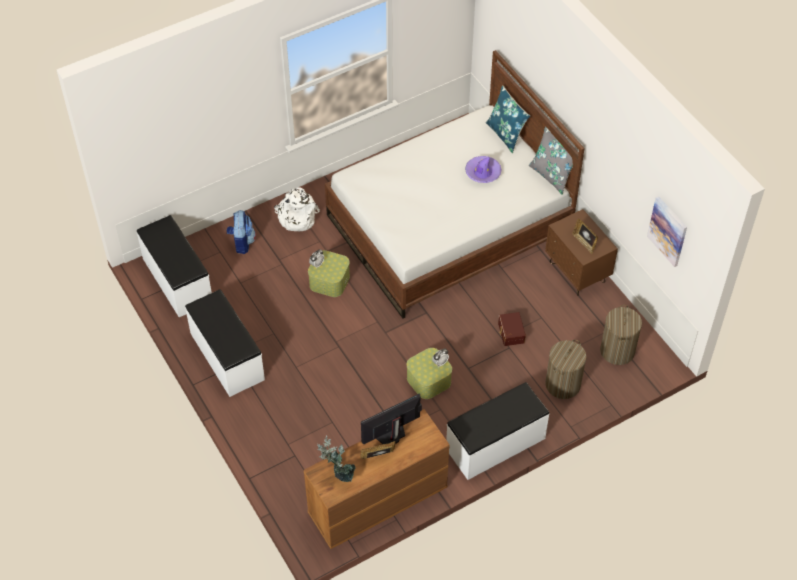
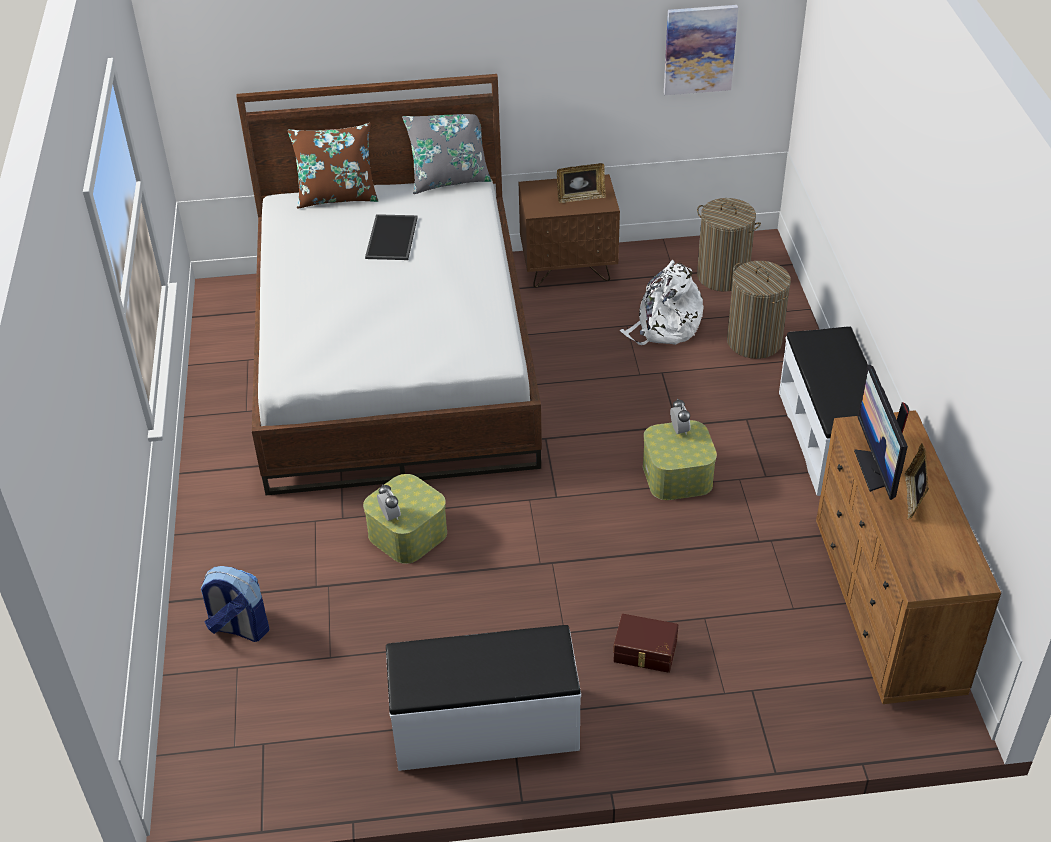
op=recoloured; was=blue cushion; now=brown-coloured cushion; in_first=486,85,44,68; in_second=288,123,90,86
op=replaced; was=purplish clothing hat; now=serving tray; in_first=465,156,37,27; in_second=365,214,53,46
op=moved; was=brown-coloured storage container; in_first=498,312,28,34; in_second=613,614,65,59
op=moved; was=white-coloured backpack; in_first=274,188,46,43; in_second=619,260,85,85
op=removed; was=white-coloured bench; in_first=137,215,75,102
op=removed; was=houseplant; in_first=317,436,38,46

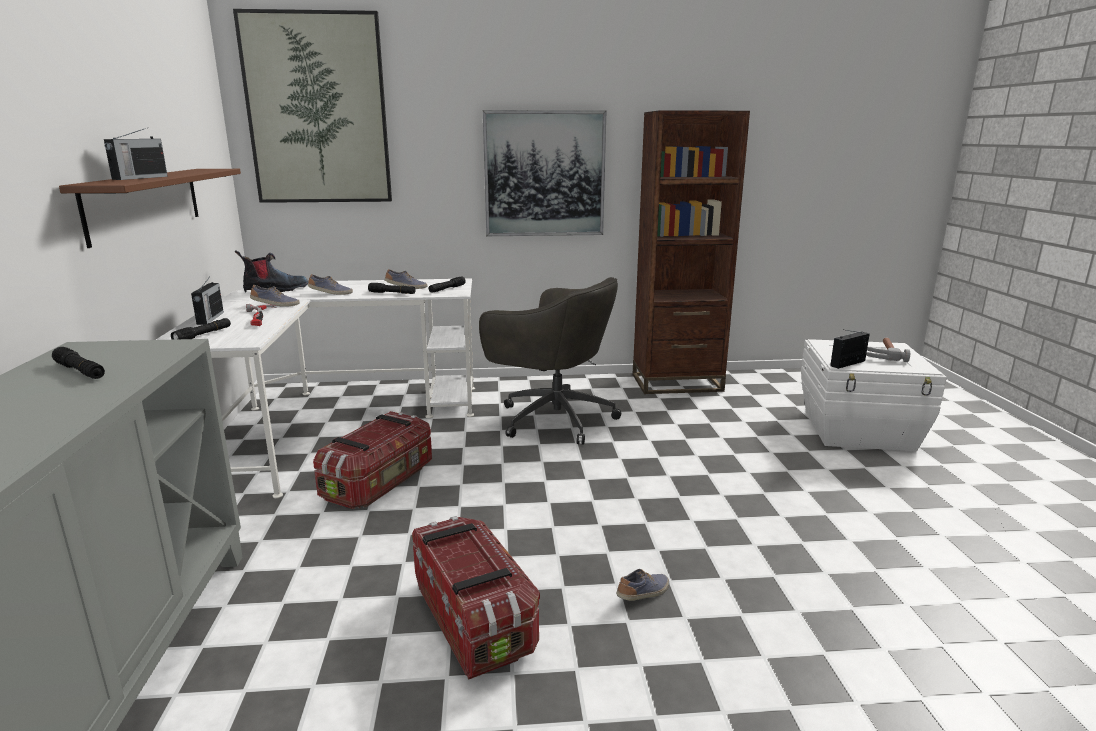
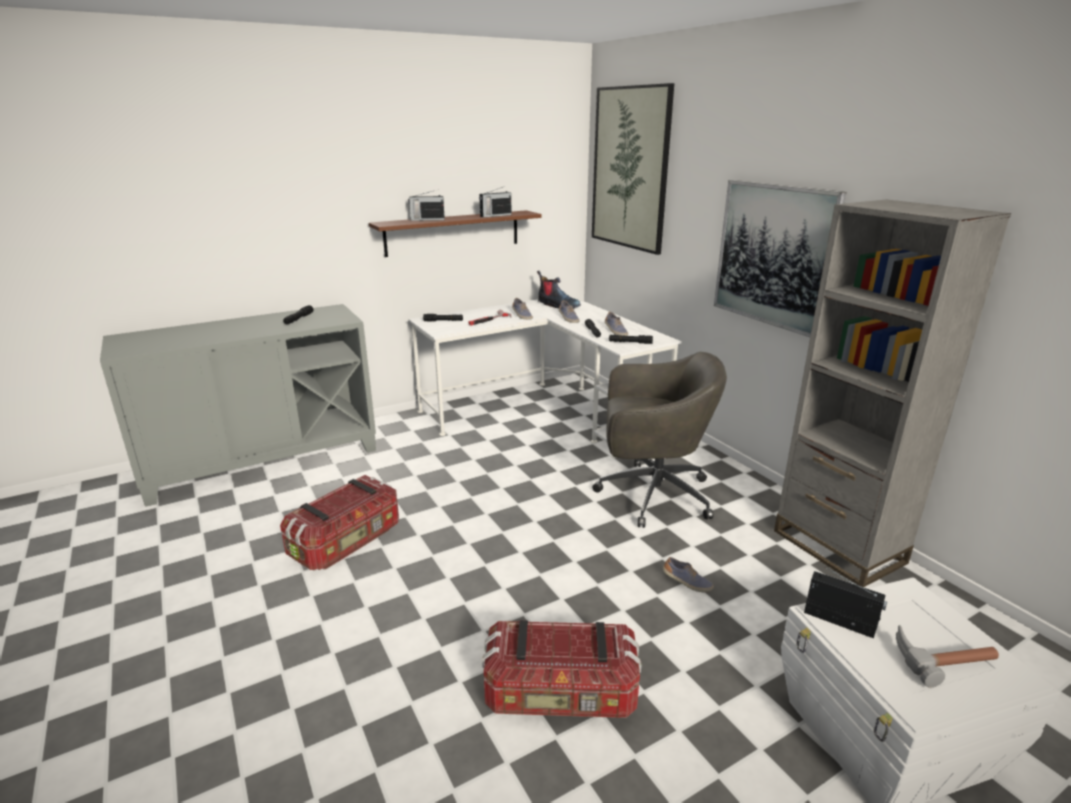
op=moved; was=radio set; in_first=191,275,33,50; in_second=479,186,33,31
op=moved; was=storage container; in_first=313,411,119,98; in_second=482,620,159,98
op=turned; was=greyish computer chair; in_first=479,277,142,168; in_second=592,352,135,176; clockwise=-90
op=moved; was=low shoe; in_first=616,569,53,32; in_second=663,557,51,35
op=recoloured; was=brown-coloured bookshelf; now=greyish bookshelf; in_first=632,110,118,284; in_second=774,199,237,388

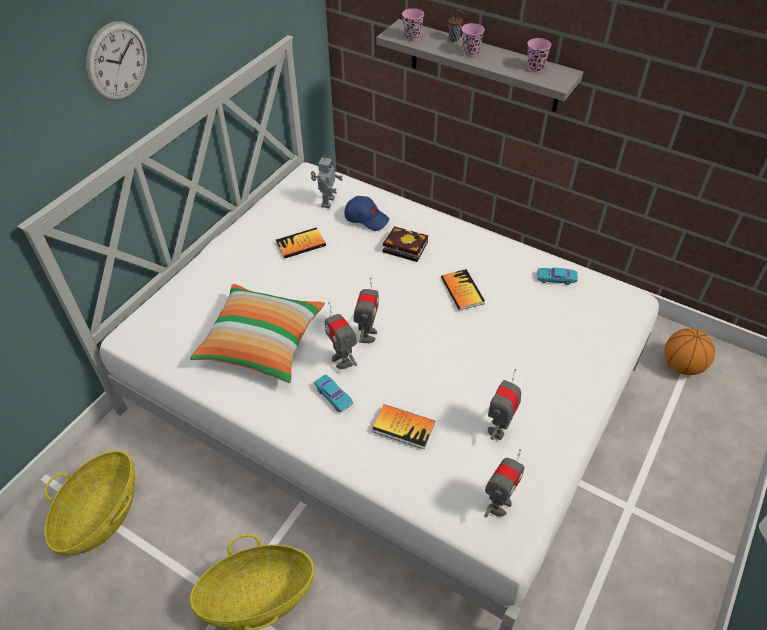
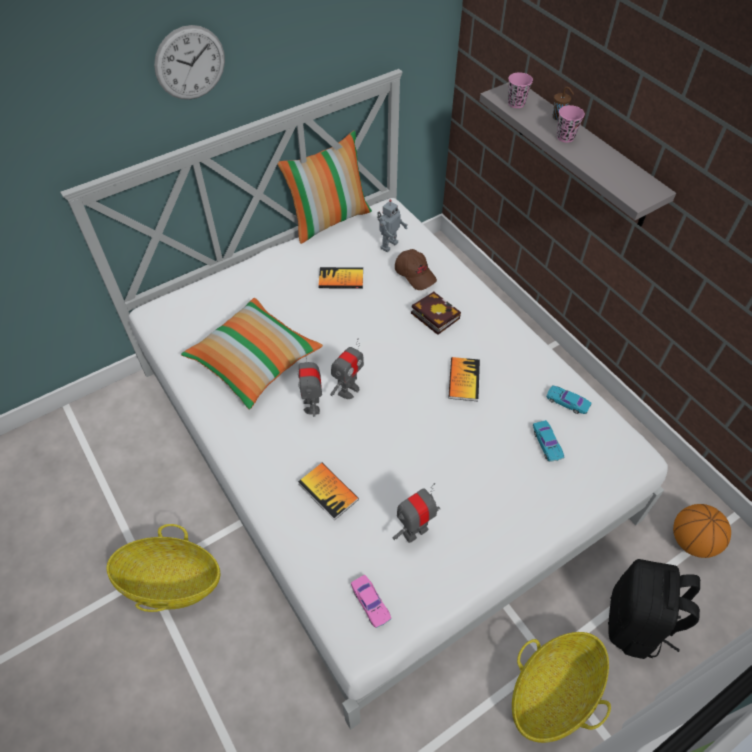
op=added; now=cushion; in_second=278,131,94,113
op=replaced; was=robot figure; now=pink toy car; in_first=484,449,40,69; in_second=351,575,40,53
op=recoloured; was=blue baseball cap; now=brown-coloured baseball cap; in_first=344,196,45,35; in_second=395,249,42,41
op=moved; was=household basket; in_first=44,450,91,105; in_second=512,632,99,111
op=moved; was=blue-green toy car; in_first=314,375,40,37; in_second=533,420,31,42
op=added; now=blackish backpack; in_second=608,559,92,100
op=removed; was=pink drinking cup; in_first=527,38,25,34

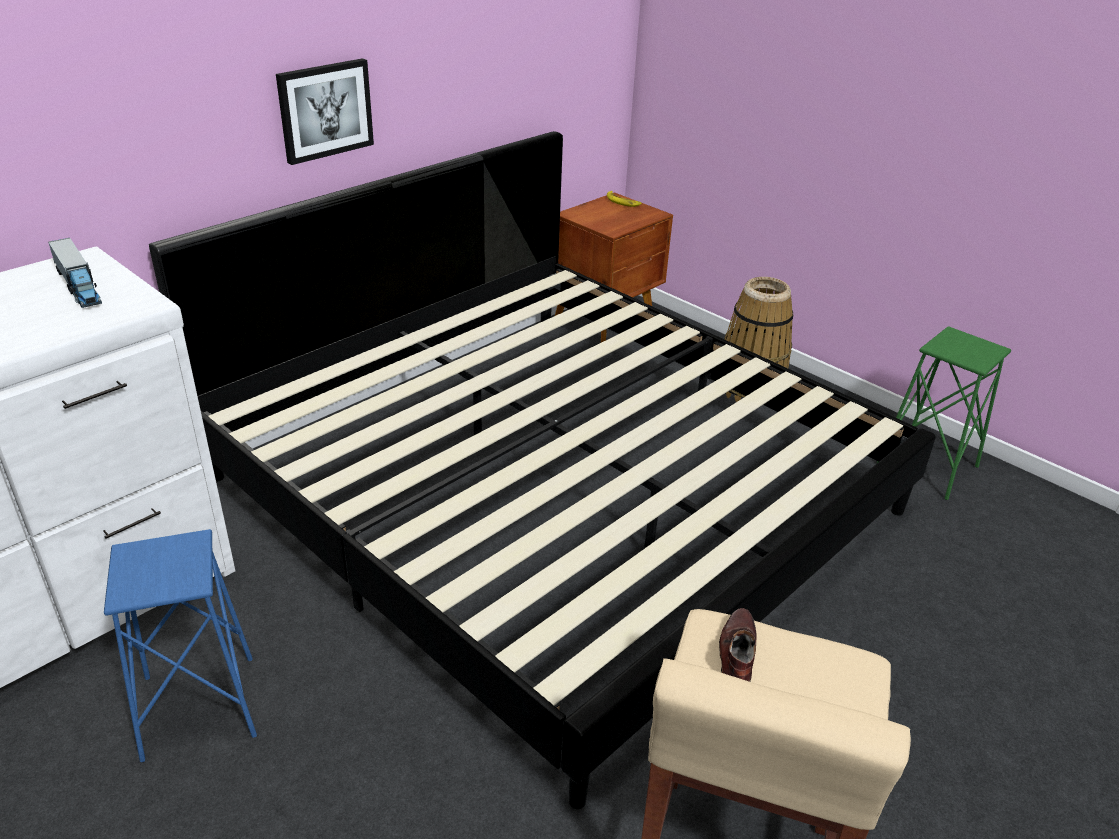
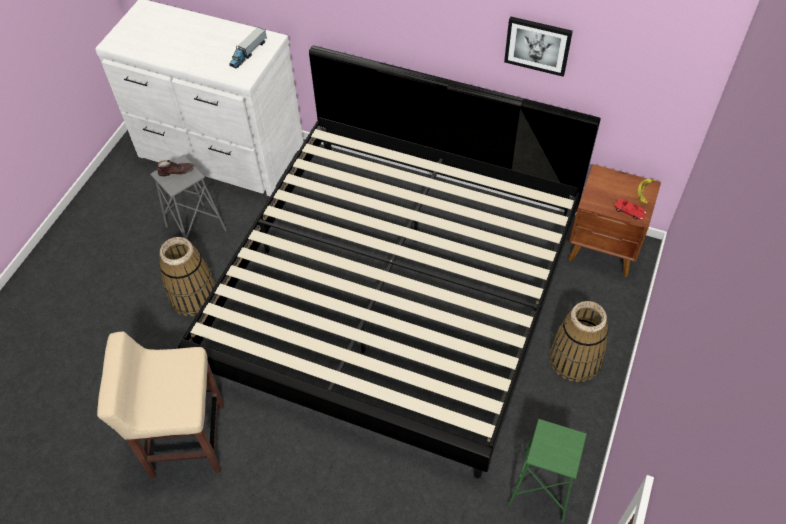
op=recoloured; was=blue stool; now=greyish stool; in_first=104,529,153,233; in_second=150,155,77,84
op=moved; was=brown-coloured low shoe; in_first=719,608,38,74; in_second=157,160,37,16
op=added; now=household basket; in_second=159,237,57,79
op=moved; was=wall art; in_first=276,58,98,107; in_second=504,16,69,61
op=added; now=red toy car; in_second=615,198,31,22

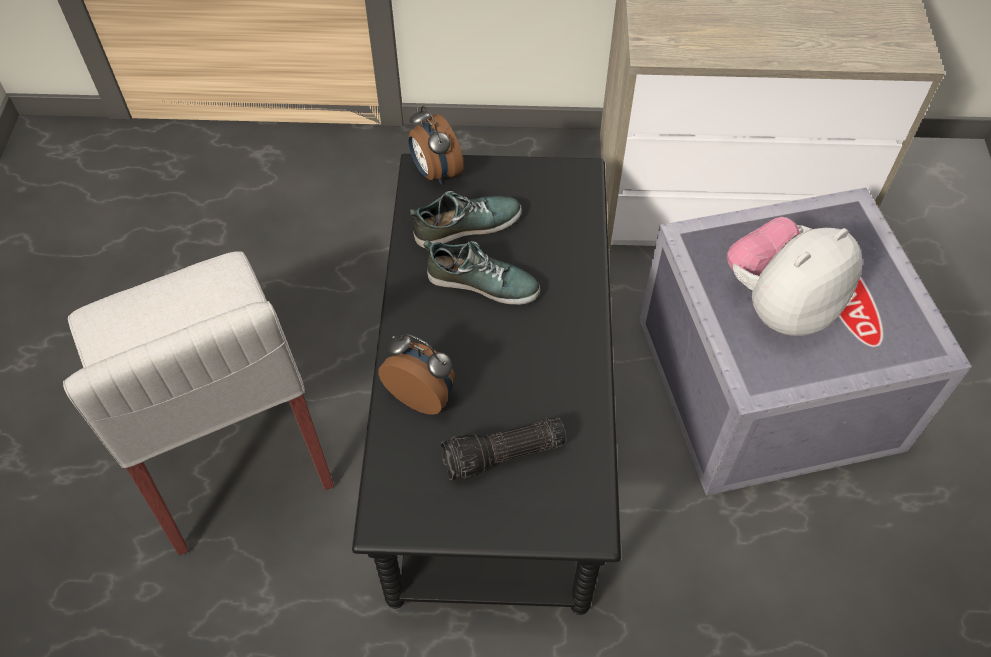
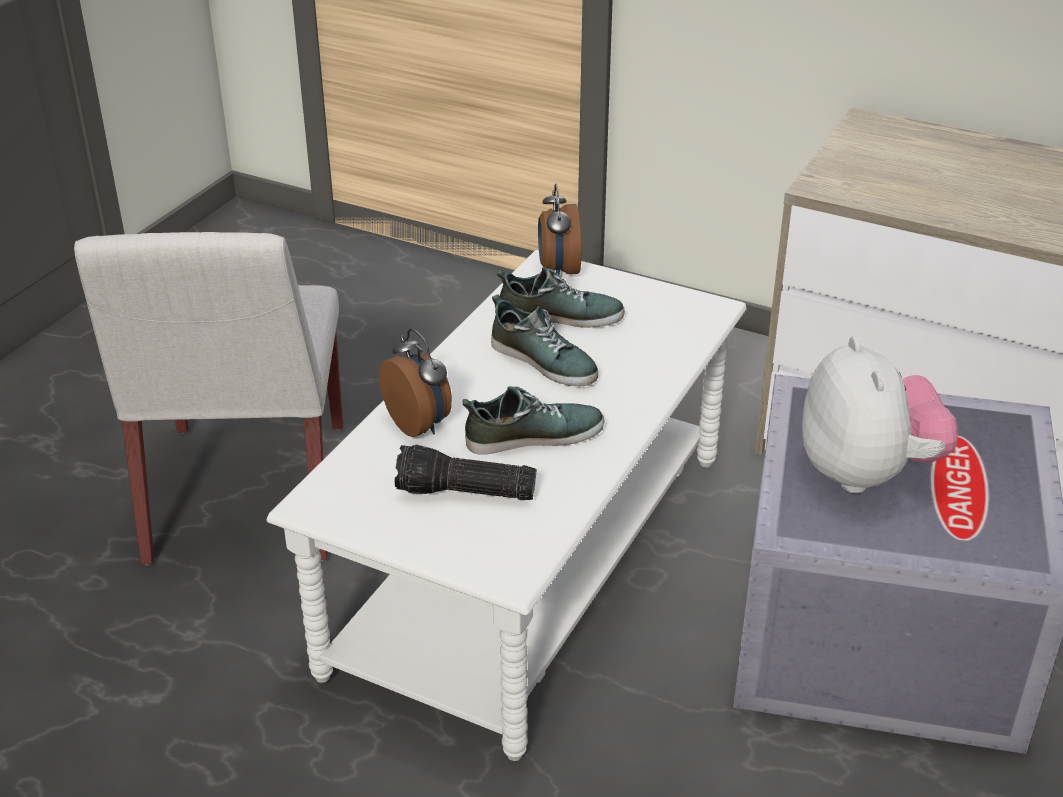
op=recoloured; was=blackish coffee table; now=white-coloured coffee table; in_first=352,154,269,461; in_second=266,250,481,511
op=added; now=low shoe; in_second=462,386,142,69
op=turned; was=cuddly toy; in_first=727,217,136,119; in_second=802,336,156,158; clockwise=90

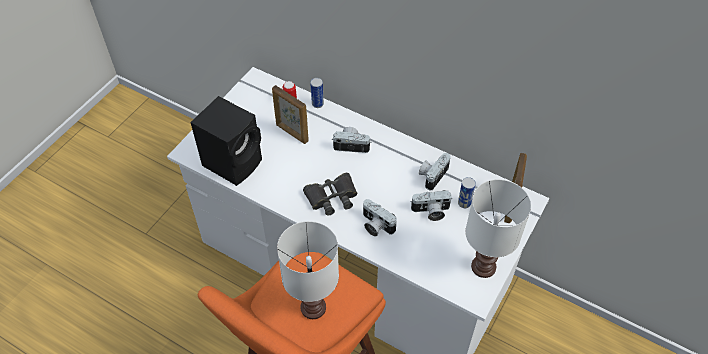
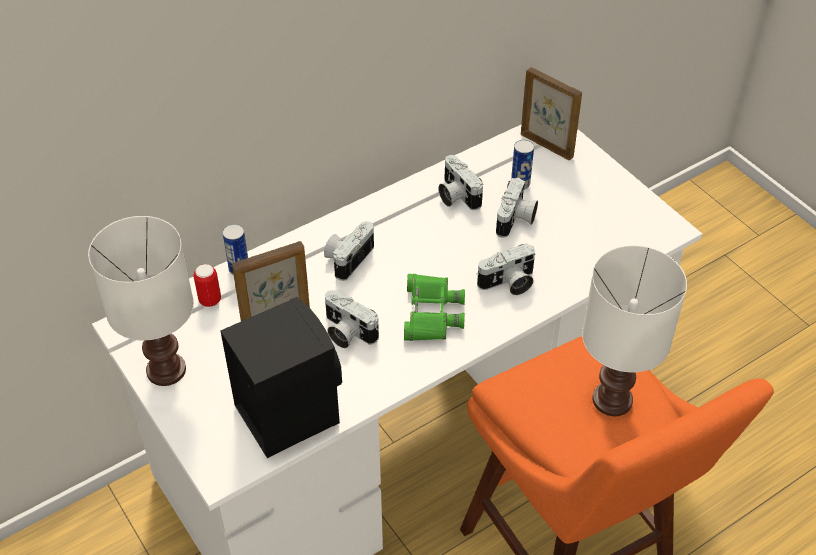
op=moved; was=white-coloured table lamp; in_first=465,179,66,99; in_second=88,216,106,170
op=added; now=still camera; in_second=325,290,54,58
op=recoloured; was=blackish pair of binoculars; now=greenish pair of binoculars; in_first=303,173,54,43; in_second=404,274,61,67

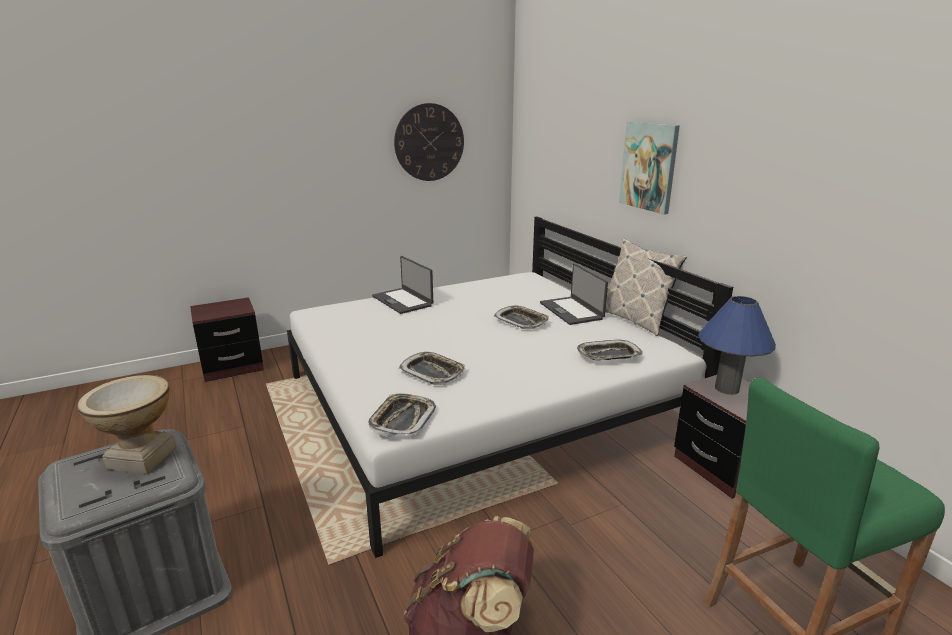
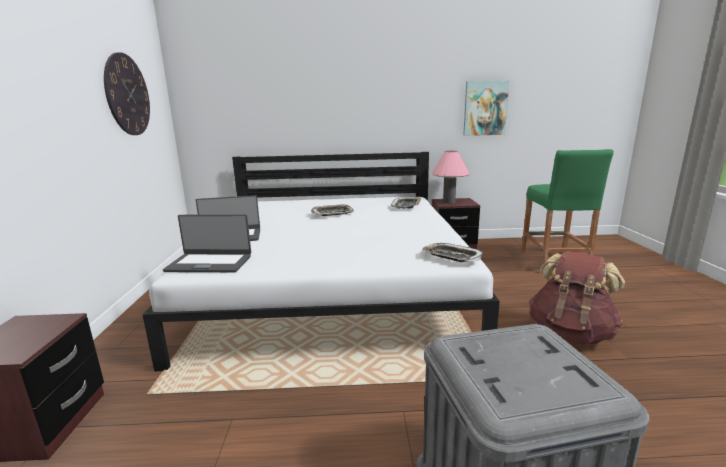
op=moved; was=laptop; in_first=540,264,68,61; in_second=163,214,88,58
op=recoloured; was=blue table lamp; now=pink table lamp; in_first=698,296,78,99; in_second=432,151,38,53
op=moved; was=wall art; in_first=619,121,61,93; in_second=463,80,47,56
op=removed; was=flower vase; in_first=77,375,99,100
op=removed; was=serving tray; in_first=399,352,66,33
op=removed; was=cushion; in_first=605,238,81,98

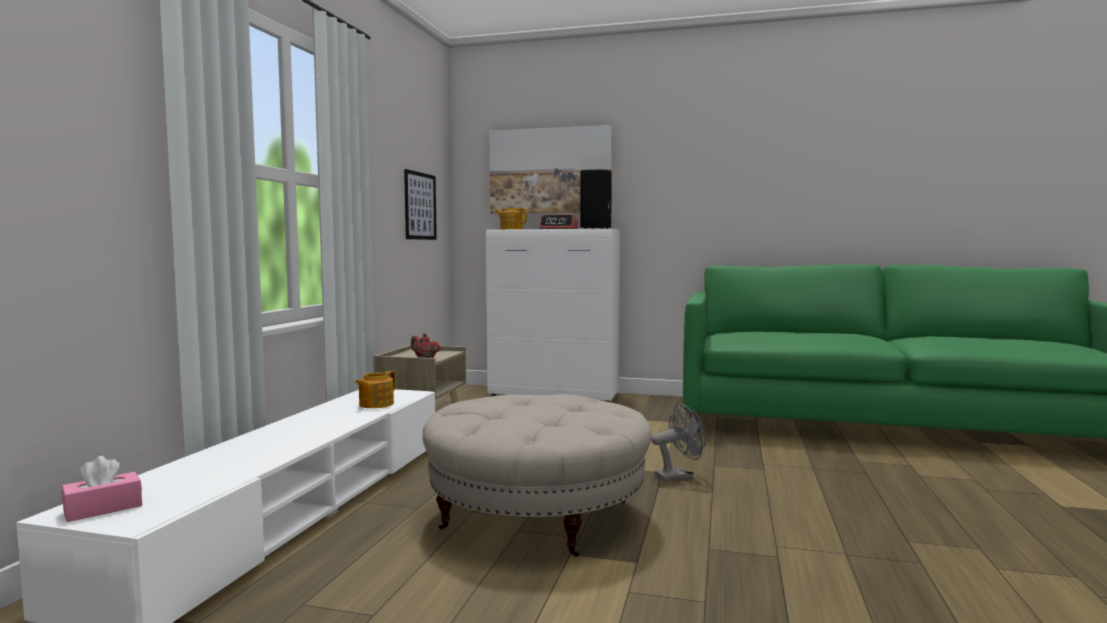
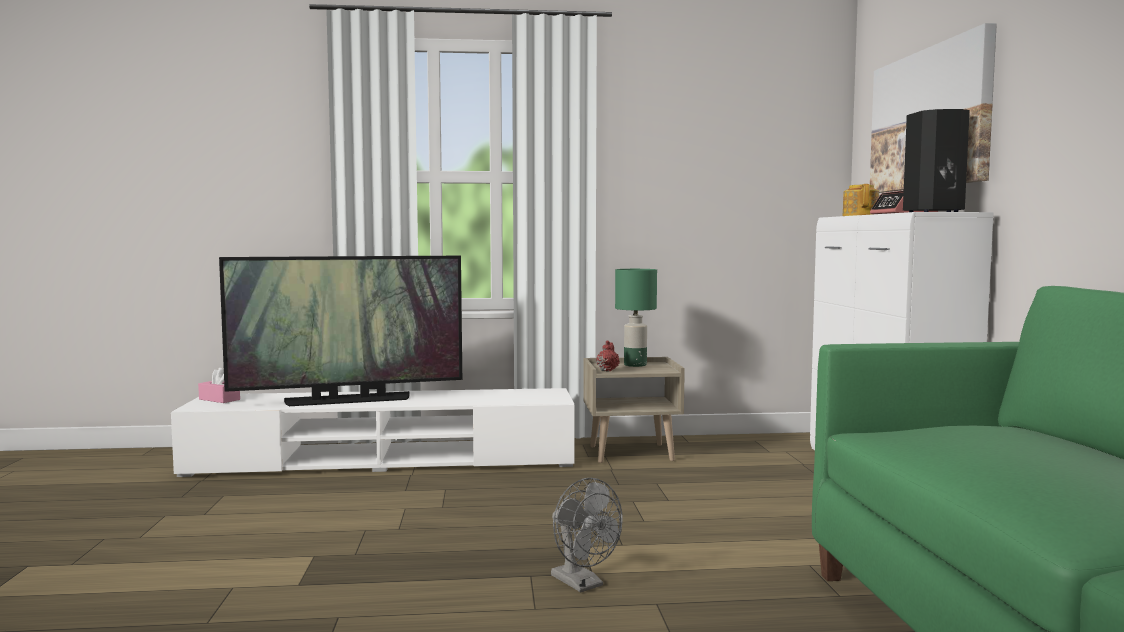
op=added; now=TV; in_second=219,256,243,150
op=added; now=greenish table lamp; in_second=615,269,42,98
op=removed; was=teapot; in_first=355,371,40,37
op=removed; was=wall art; in_first=404,169,33,71
op=removed; was=beige-coloured ottoman; in_first=423,394,229,163

